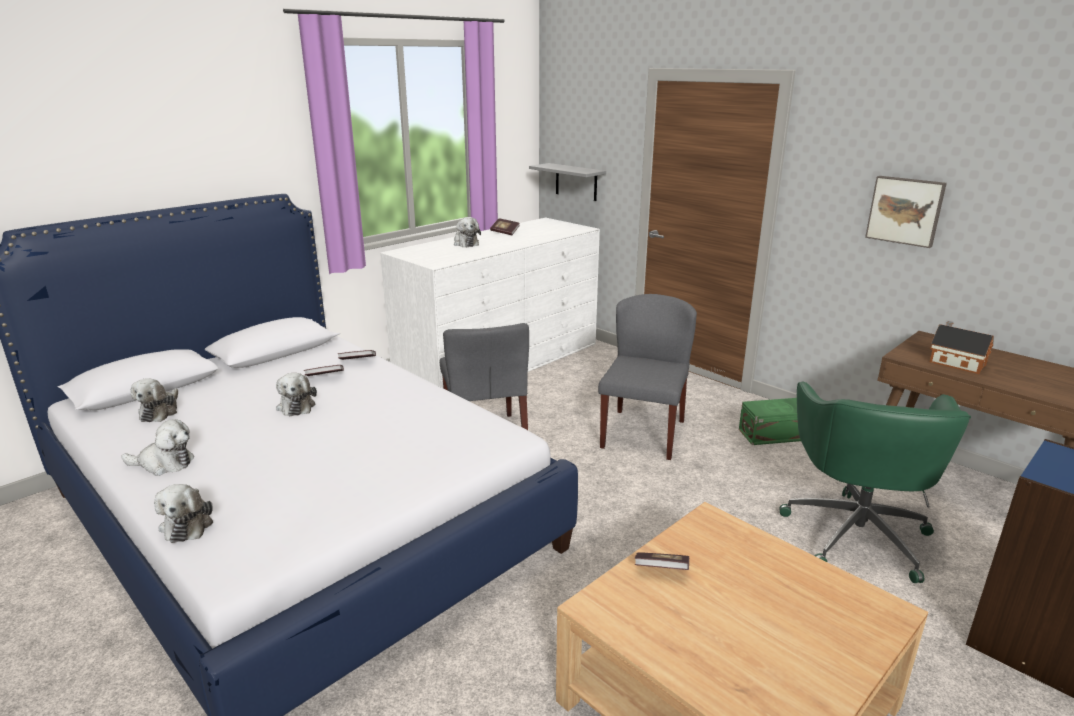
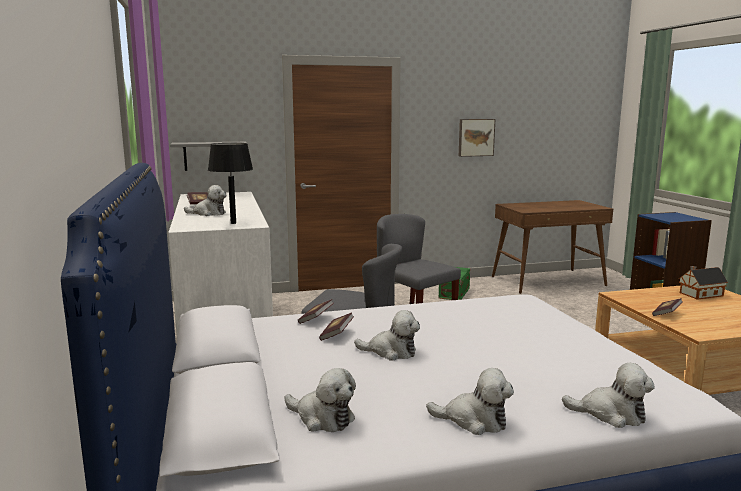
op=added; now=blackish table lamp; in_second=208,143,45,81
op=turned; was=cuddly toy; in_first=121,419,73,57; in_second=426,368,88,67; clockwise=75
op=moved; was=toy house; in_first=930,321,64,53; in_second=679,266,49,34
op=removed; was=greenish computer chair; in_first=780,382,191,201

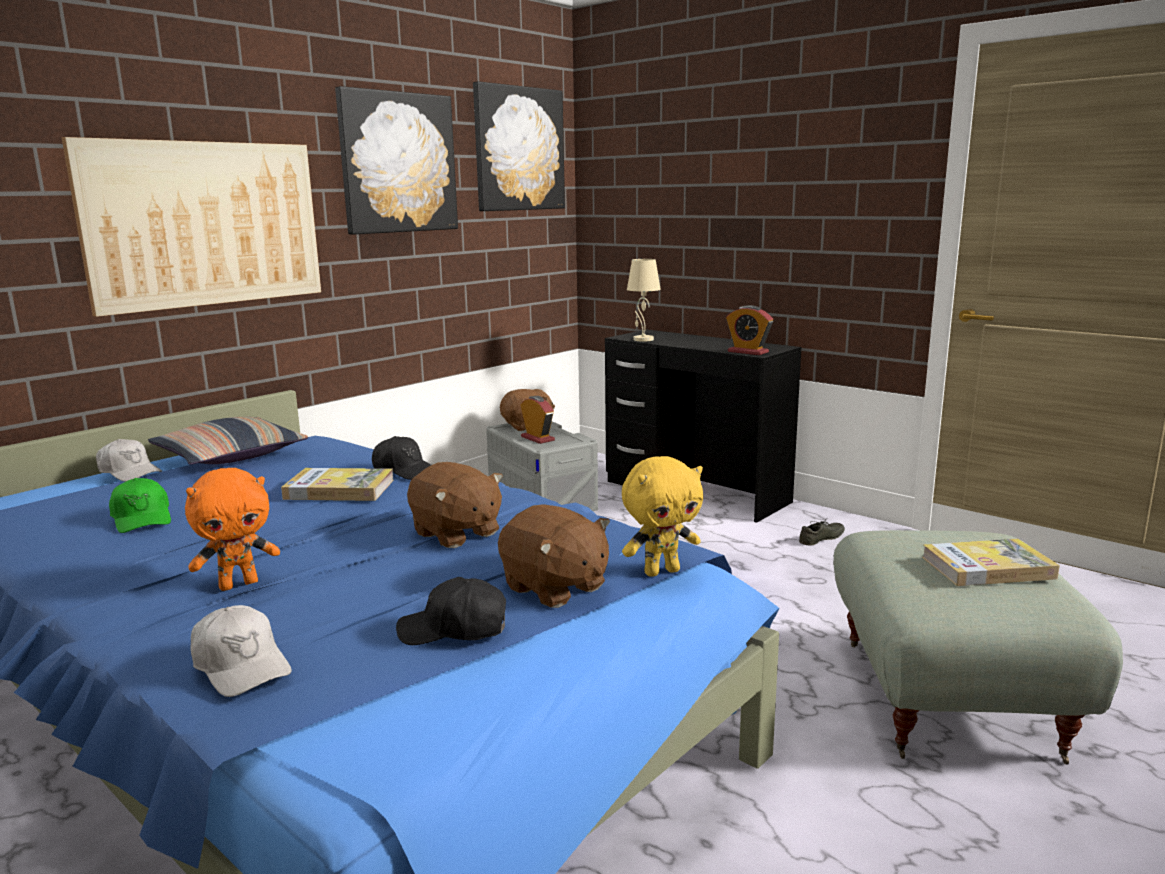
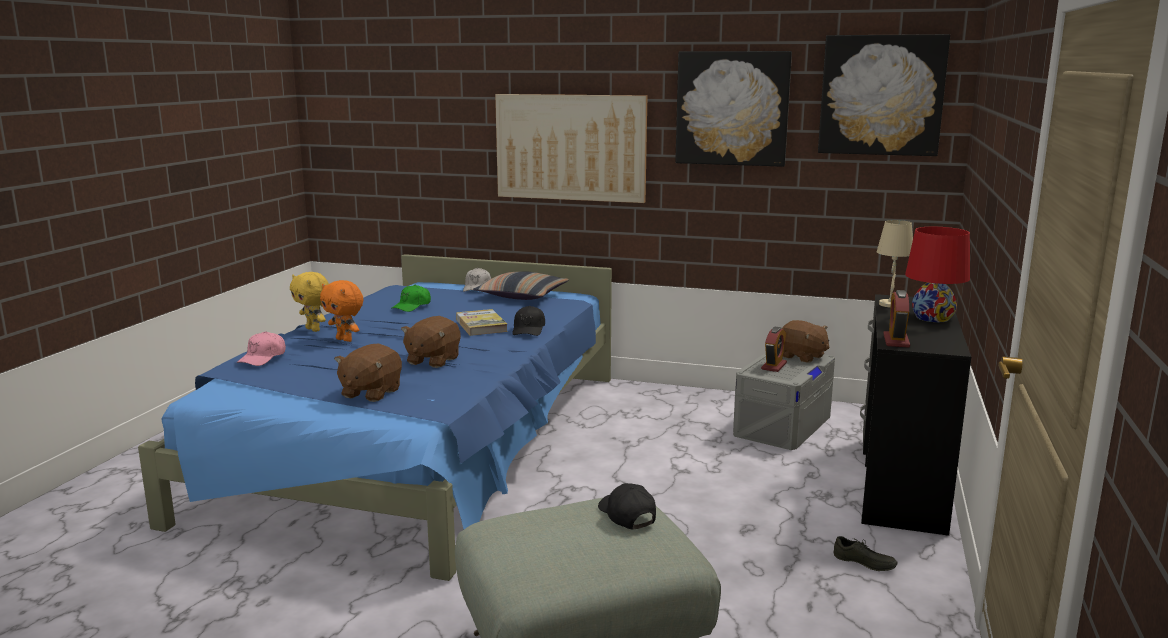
op=recoloured; was=white-coloured baseball cap; now=pink baseball cap; in_first=190,605,102,92; in_second=237,331,49,35
op=moved; was=yellow cuddly toy; in_first=622,456,81,121; in_second=290,272,39,60
op=moved; was=blackish baseball cap; in_first=396,577,110,68; in_second=598,483,58,46
op=added; now=red table lamp; in_second=905,227,65,95
op=removed; was=volume; in_first=922,539,138,47

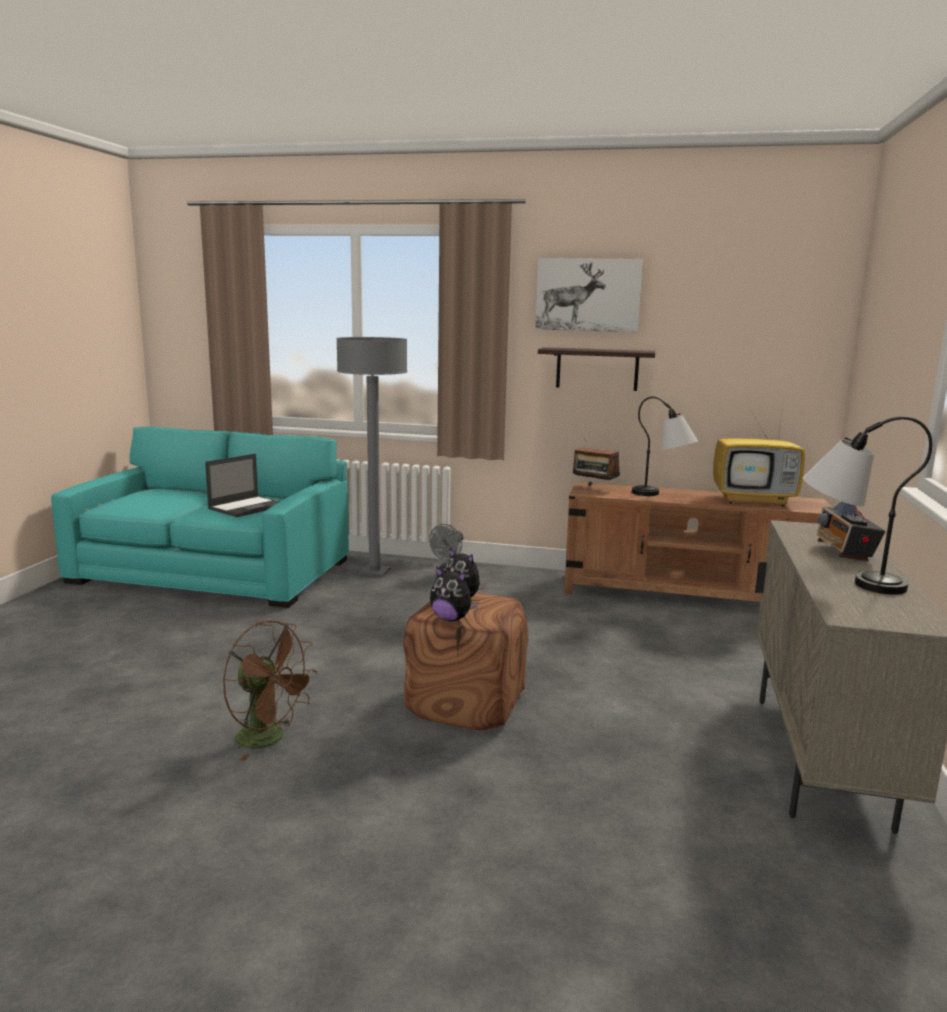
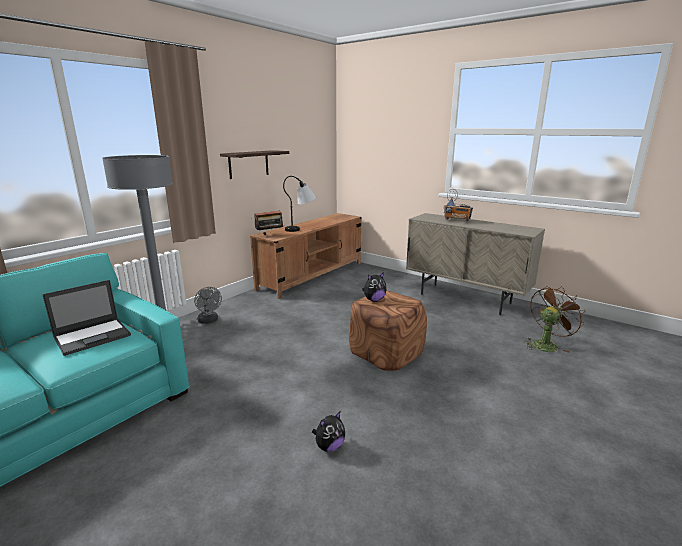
op=turned; was=laptop; in_first=205,454,74,63; in_second=42,280,89,76; clockwise=75
op=moved; was=cuddly toy; in_first=430,566,49,55; in_second=312,412,33,40
op=moved; was=brown-coloured cooling fan; in_first=223,620,94,141; in_second=524,286,61,67
op=removed; was=wall art; in_first=535,258,108,74
op=removed; was=TV; in_first=713,406,92,100
op=removed; was=table lamp; in_first=803,416,129,179

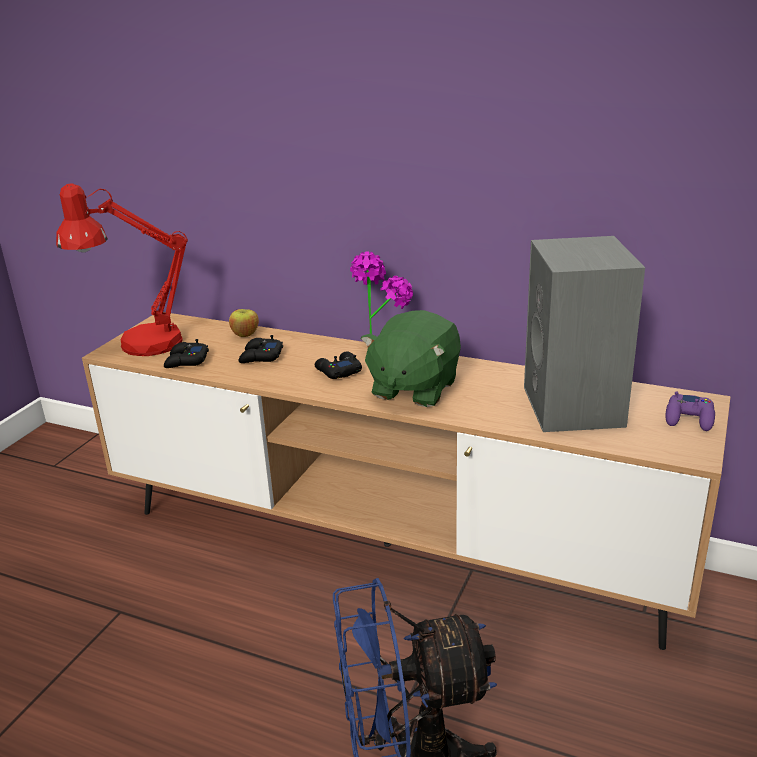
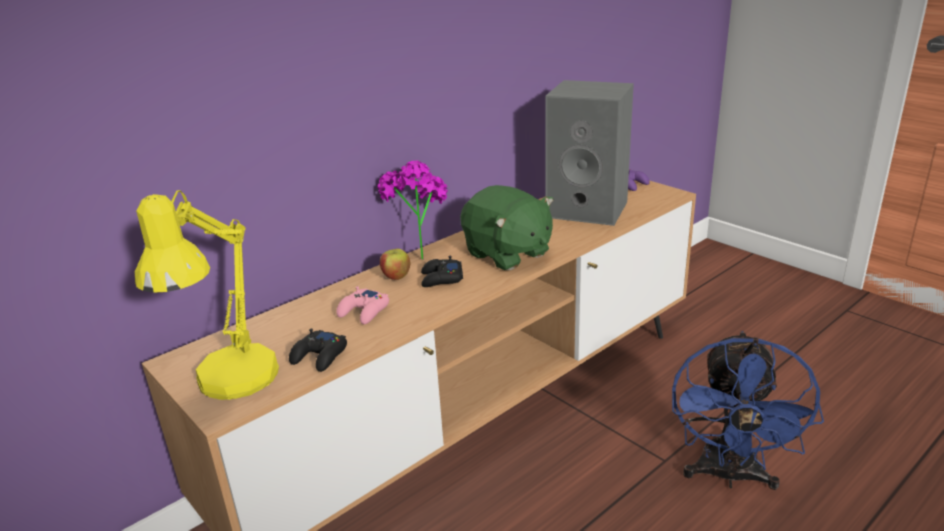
op=recoloured; was=red table lamp; now=yellow table lamp; in_first=56,184,132,172; in_second=135,190,144,210
op=recoloured; was=blackish game controller; now=pink game controller; in_first=239,335,44,28; in_second=336,286,53,38
op=moved; was=whole apple; in_first=229,309,30,28; in_second=380,249,30,31

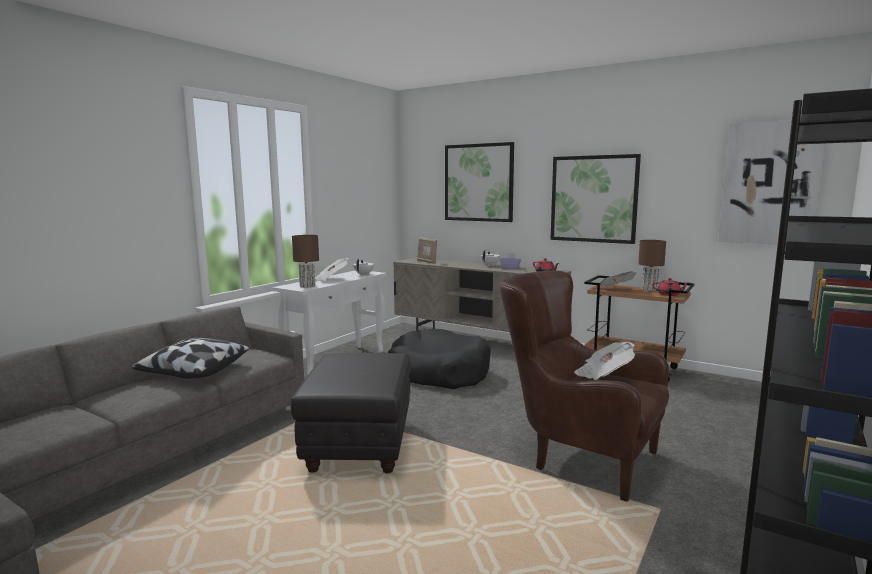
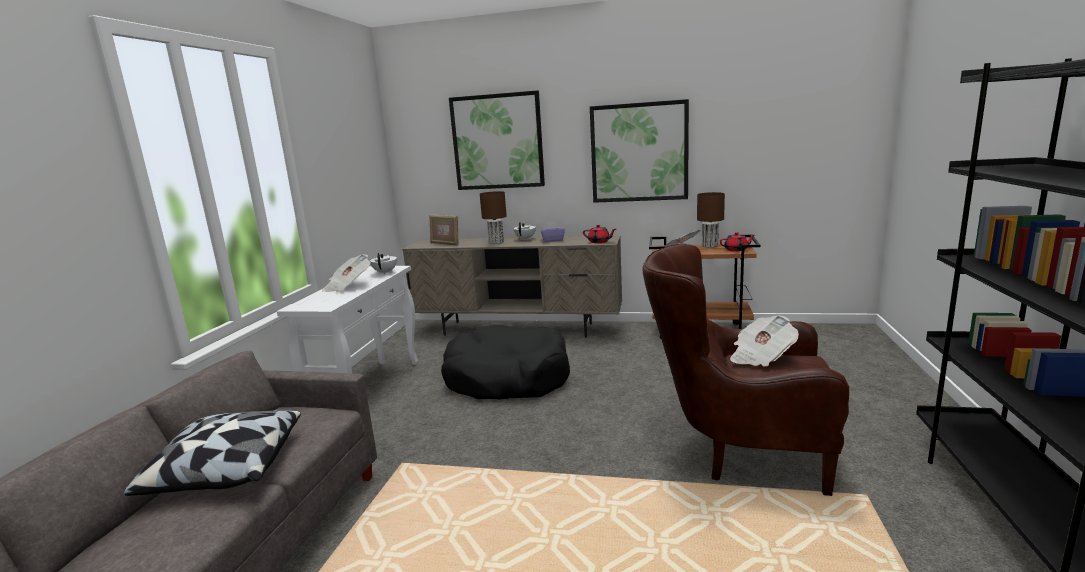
op=moved; was=brown-coloured table lamp; in_first=292,235,27,53; in_second=480,191,27,53
op=removed; was=blackish ottoman; in_first=291,353,120,120
op=removed; was=wall art; in_first=718,120,107,125

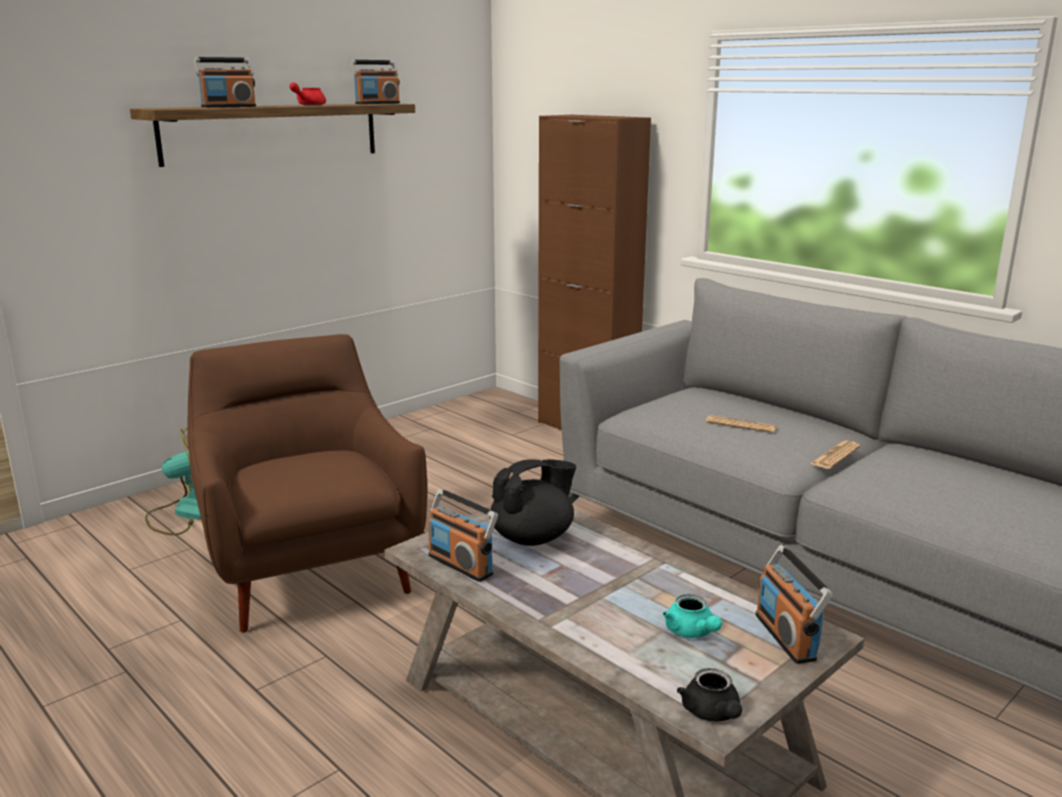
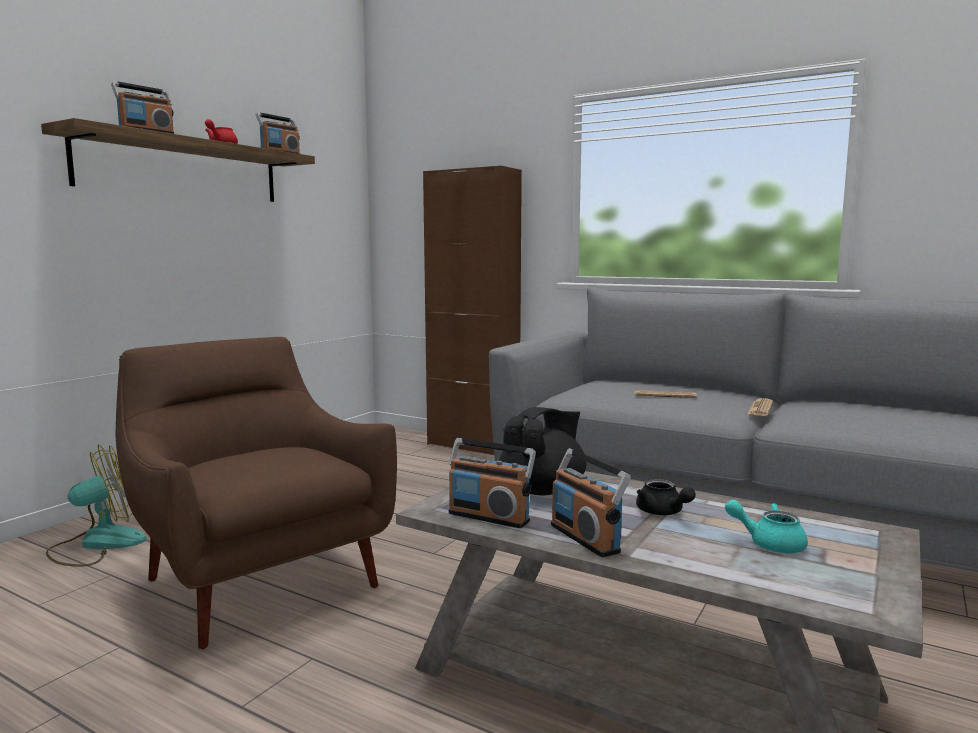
op=moved; was=radio set; in_first=756,545,77,119; in_second=551,448,80,109
op=moved; was=blackish teapot; in_first=677,668,65,54; in_second=636,479,60,36
op=turned; was=blue-green teapot; in_first=663,594,59,44; in_second=725,500,83,53; clockwise=150

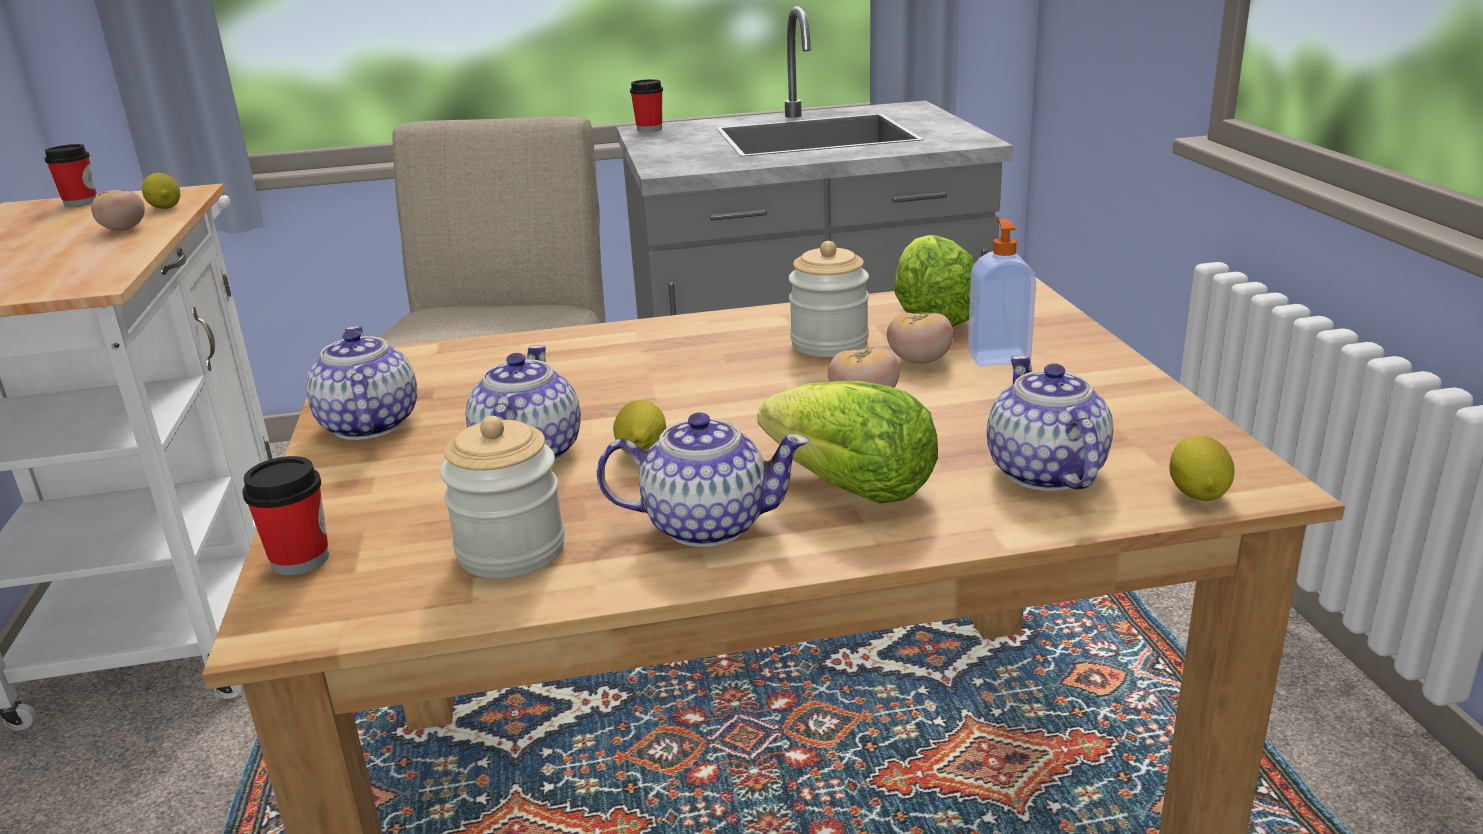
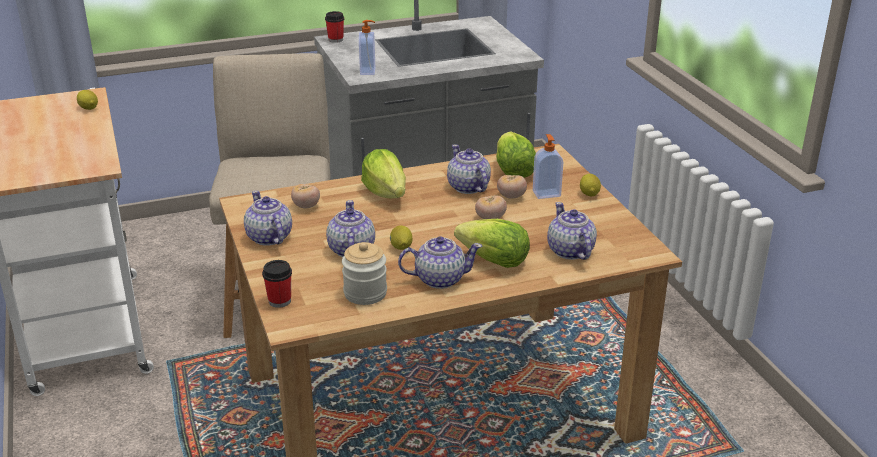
op=moved; was=fresh tomato; in_first=91,190,54,41; in_second=291,184,29,25
op=added; now=soap bottle; in_second=359,20,16,55
op=added; now=lettuce; in_second=361,149,45,49
op=replaced; was=storage jar; now=teapot; in_first=788,241,81,116; in_second=447,145,44,49
op=moved; was=whole lemon; in_first=1169,435,66,66; in_second=580,174,21,23
op=removed; was=drinking cup; in_first=45,144,51,63

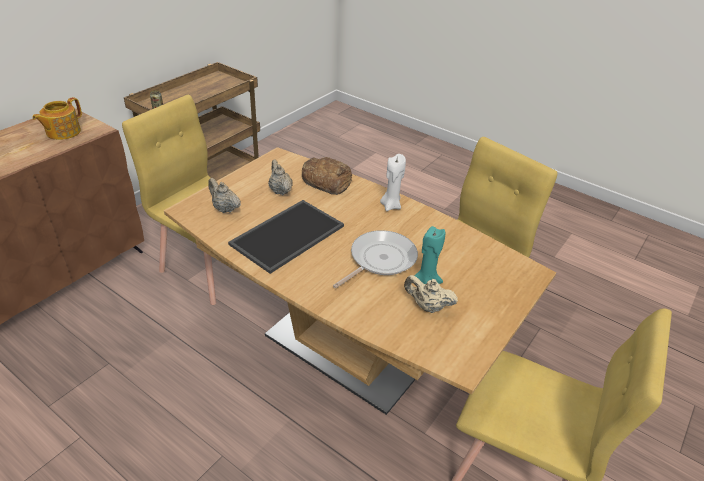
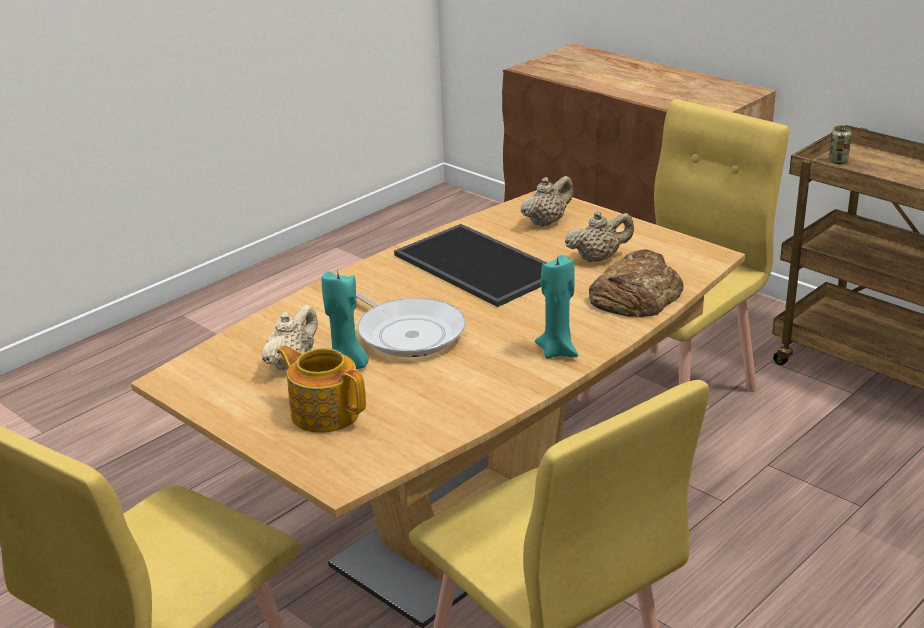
op=moved; was=teapot; in_first=32,97,50,43; in_second=277,345,89,88
op=recoloured; was=white-coloured wax light; now=blue-green wax light; in_first=380,154,26,57; in_second=535,255,43,104

